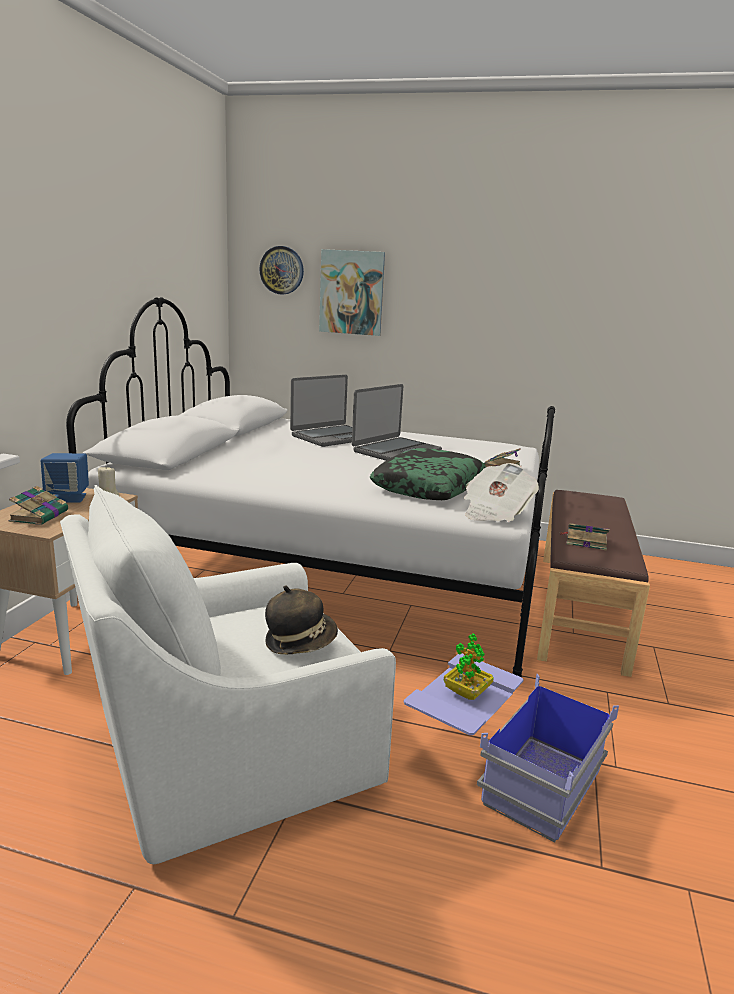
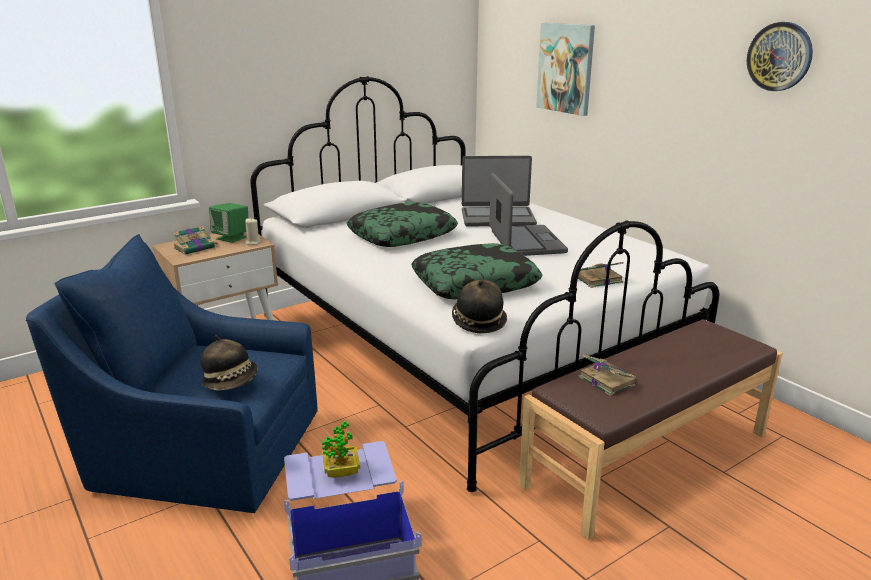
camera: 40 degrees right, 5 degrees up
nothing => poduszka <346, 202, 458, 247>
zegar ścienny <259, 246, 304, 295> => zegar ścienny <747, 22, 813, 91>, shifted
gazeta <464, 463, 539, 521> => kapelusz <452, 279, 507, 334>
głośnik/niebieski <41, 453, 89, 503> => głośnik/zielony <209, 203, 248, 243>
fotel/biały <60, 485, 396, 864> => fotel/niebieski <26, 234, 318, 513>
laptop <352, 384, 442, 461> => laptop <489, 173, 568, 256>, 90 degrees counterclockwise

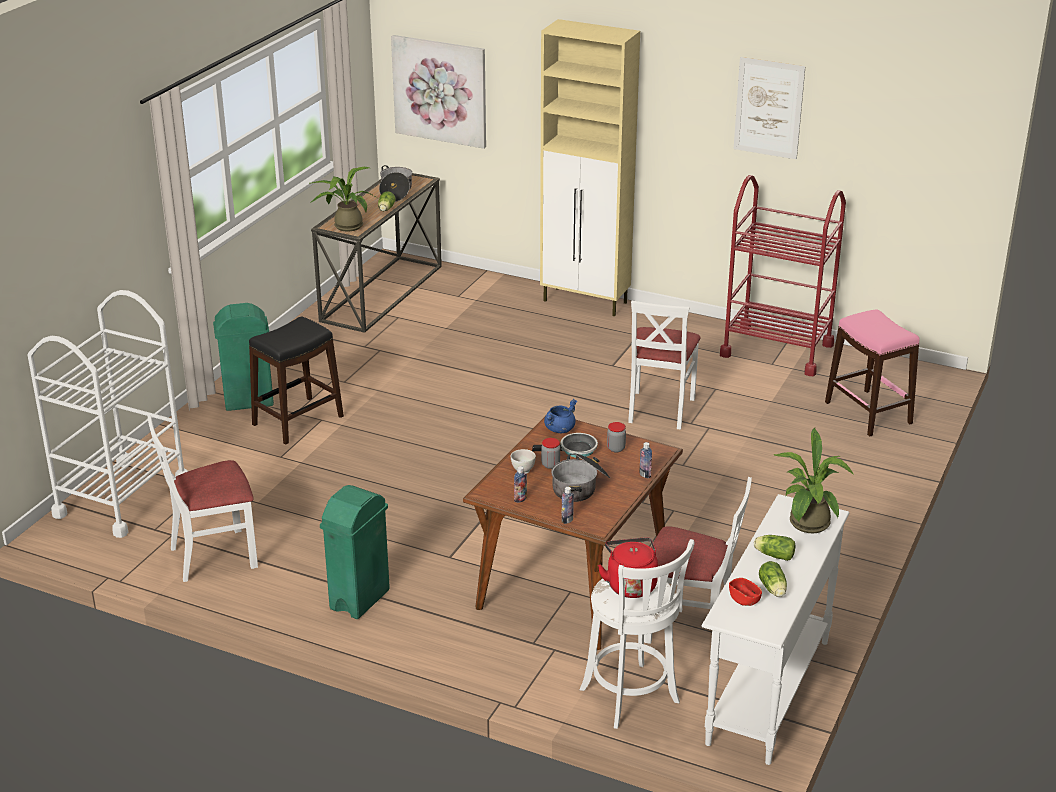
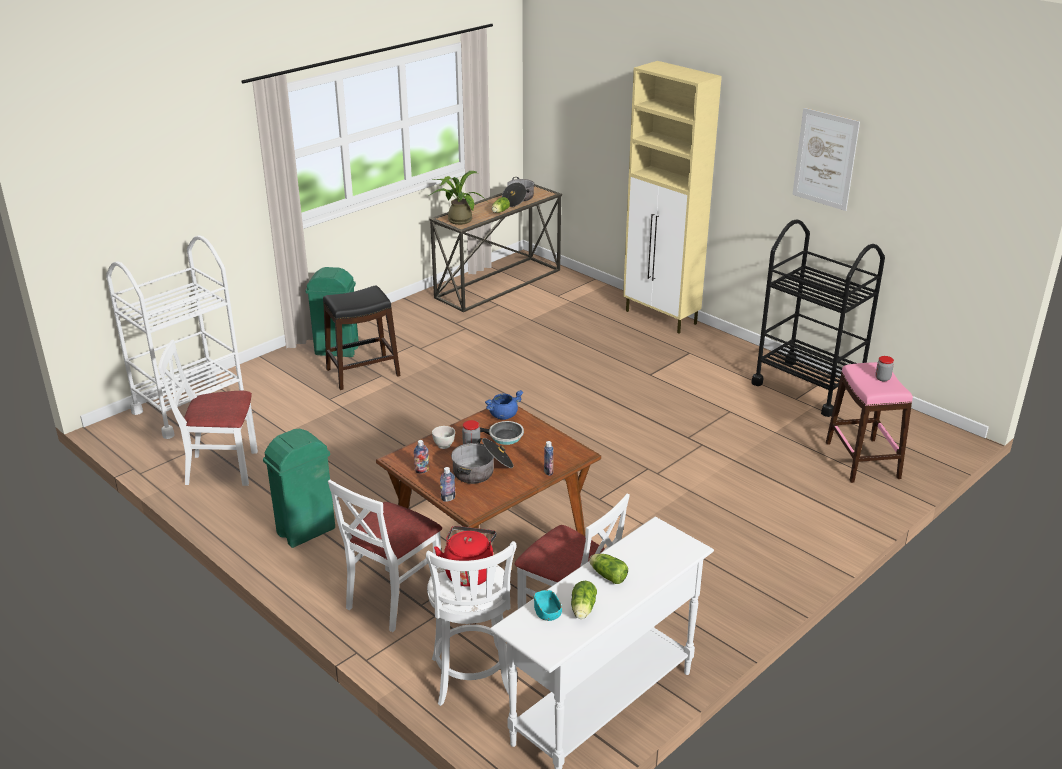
camera: 20 degrees right, 0 degrees up
obraz <391, 35, 486, 149> => nothing
roślina doniczkowa <774, 428, 854, 533> => nothing
słoik <607, 422, 626, 452> => słoik <875, 356, 894, 381>, shifted
krzesło/biały <628, 301, 701, 430> => krzesło/biały <328, 480, 442, 632>, shifted
wózek/czerwony <720, 175, 846, 376> => wózek/czarny <751, 219, 885, 417>
miska/czerwony <729, 578, 762, 606> => miska/turkusowy <534, 590, 562, 621>

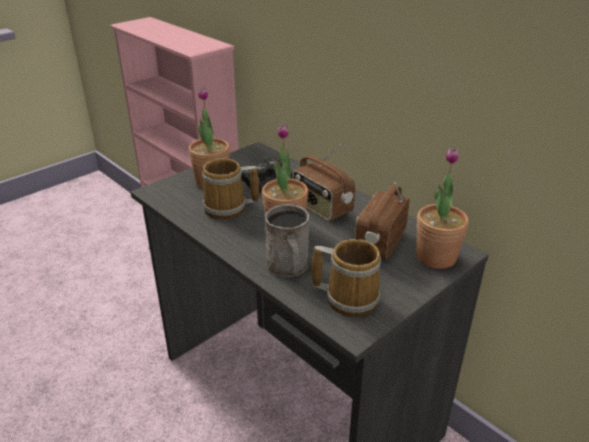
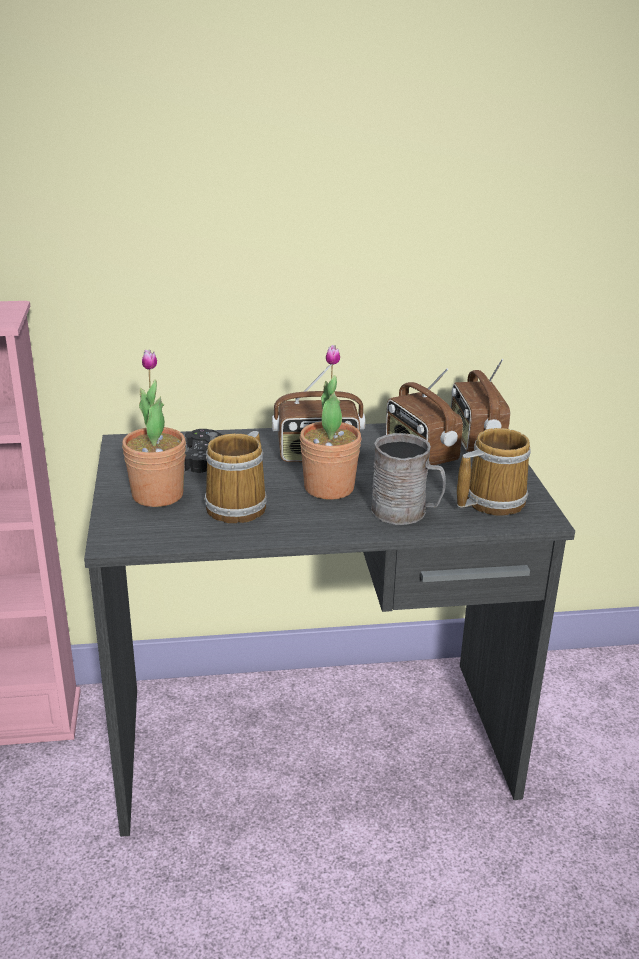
camera: 55 degrees left, 5 degrees down
roślina doniczkowa <416, 148, 469, 269> => radio <451, 359, 510, 452>

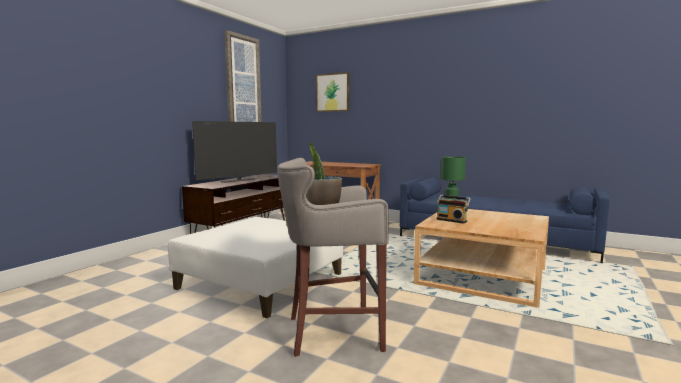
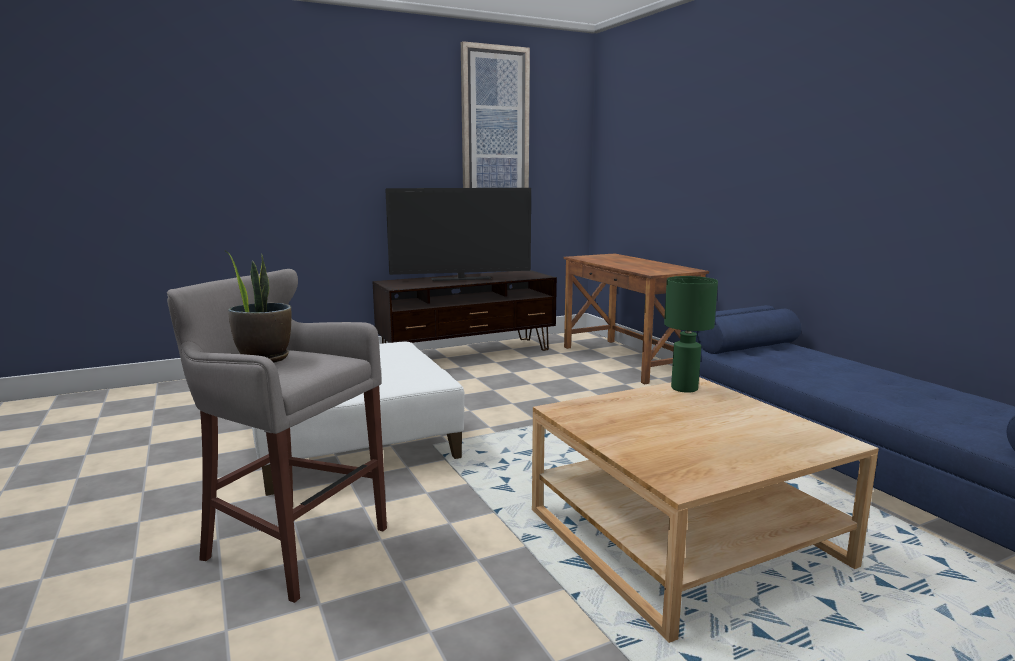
camera: 35 degrees right, 5 degrees up
obraz <316, 72, 349, 112> => nothing
radio <436, 195, 471, 224> => nothing

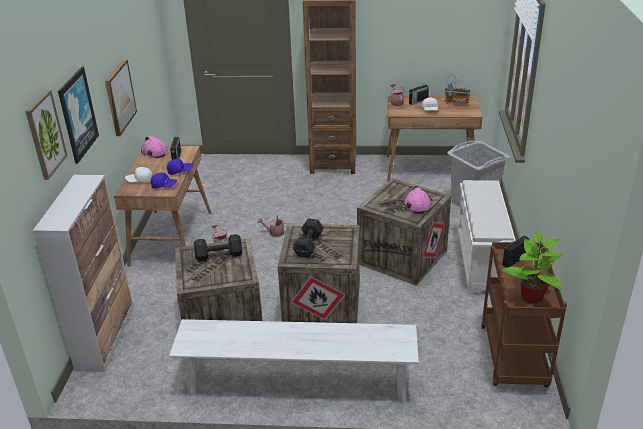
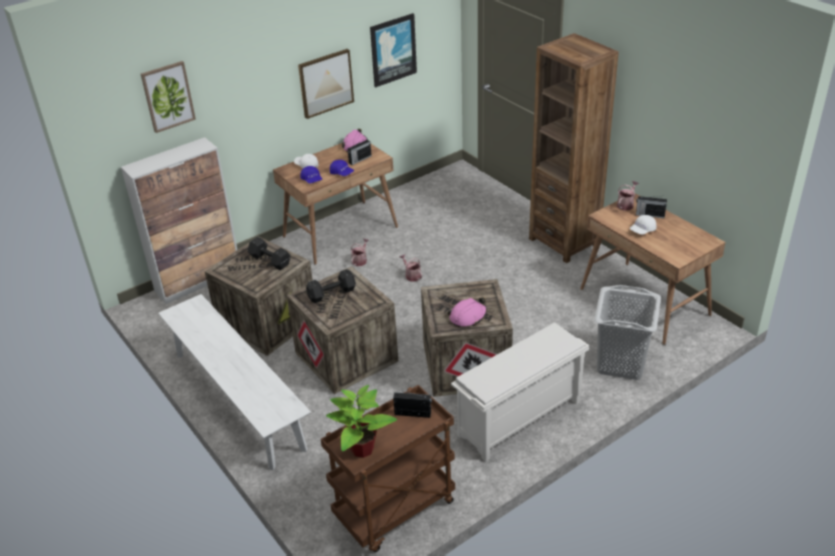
camera: 50 degrees right, 5 degrees up
radio <445, 74, 471, 105> => nothing
obraz <58, 67, 99, 164> => obraz <370, 13, 417, 88>, shifted

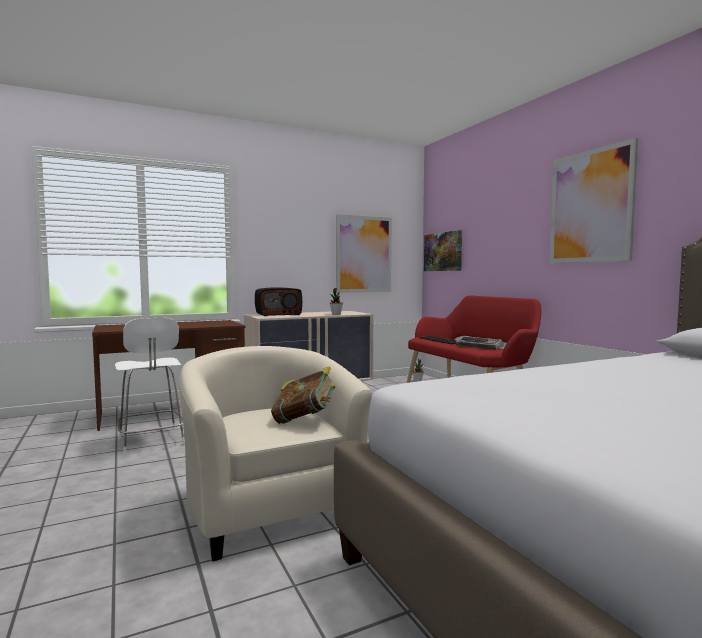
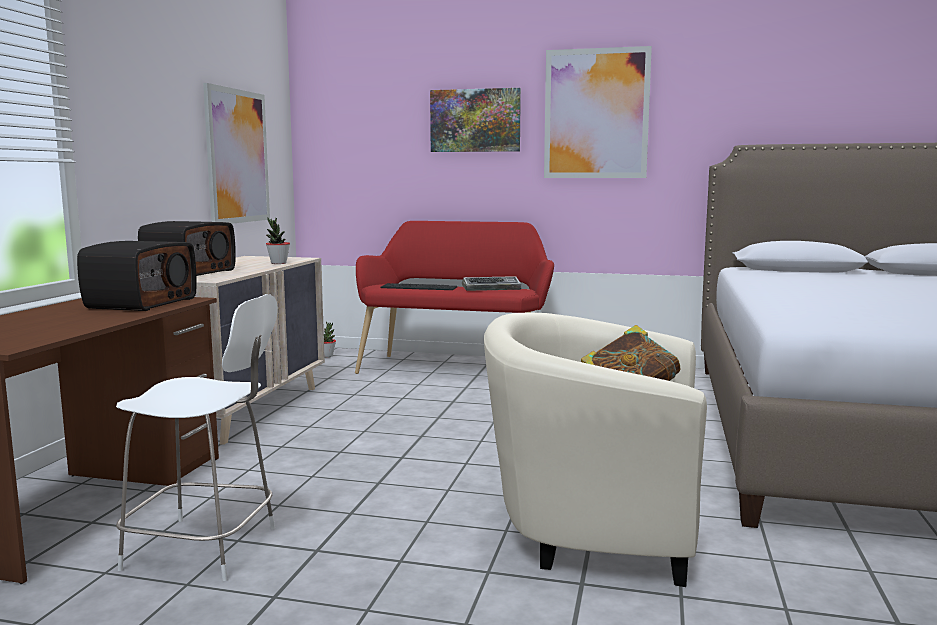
camera: 50 degrees left, 5 degrees up
nothing => radio <77, 241, 197, 311>
obraz <424, 230, 462, 271> => obraz <430, 88, 521, 152>, shifted

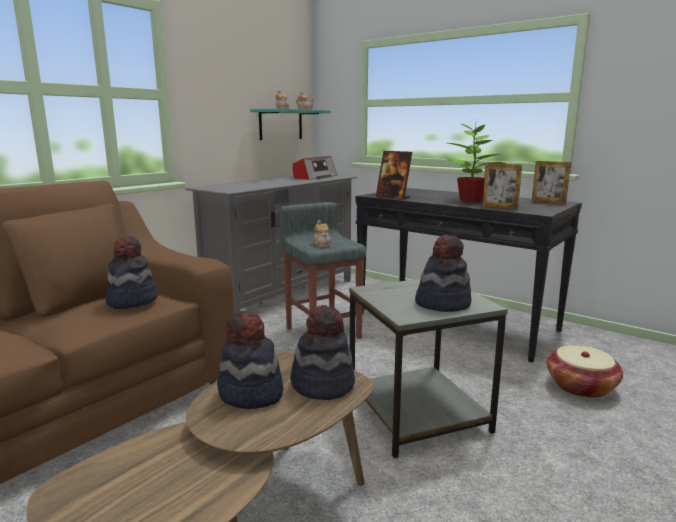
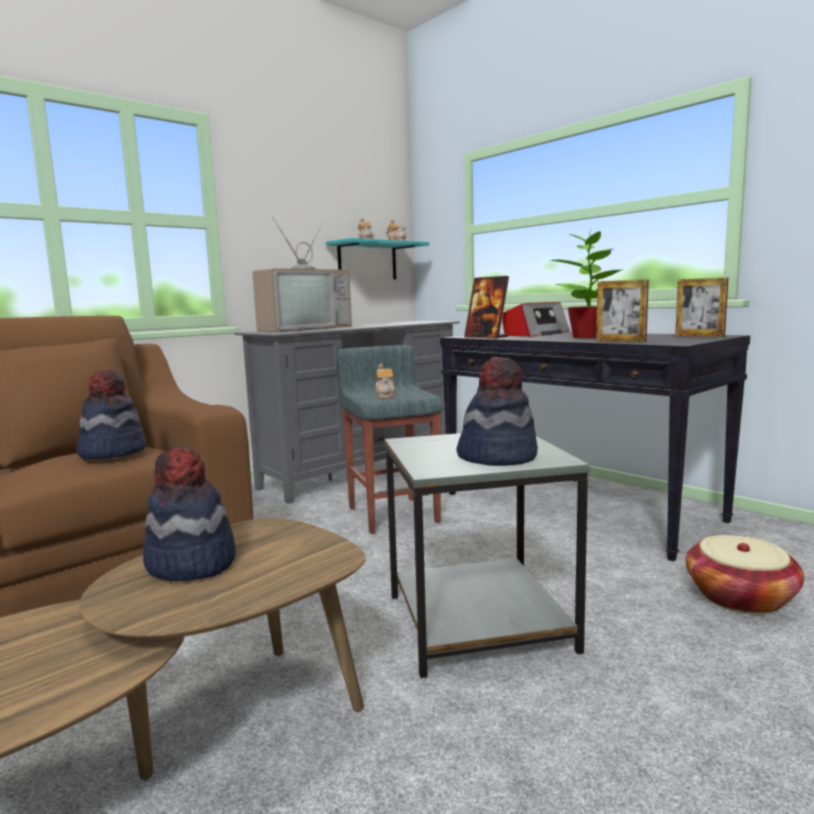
camera: 10 degrees right, 5 degrees down
kapelusz <290, 305, 355, 400> => nothing
nothing => telewizor <252, 217, 352, 332>
radio <293, 156, 337, 180> => radio <503, 302, 570, 337>, shifted

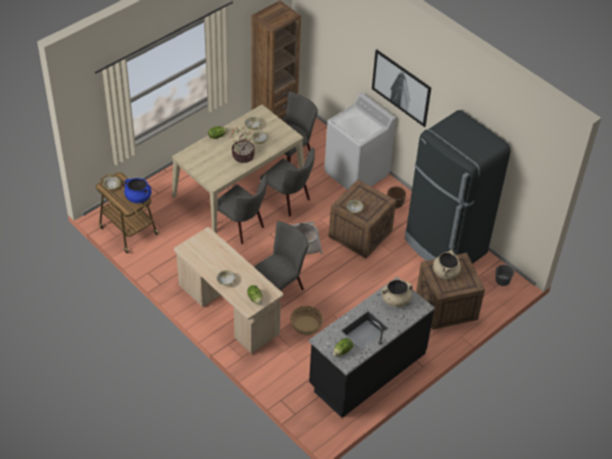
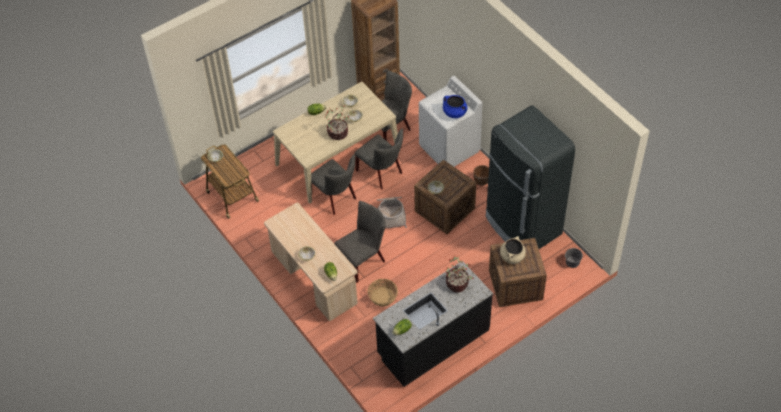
camera: 10 degrees right, 5 degrees up
obraz <372, 49, 431, 127> => nothing
garnek/niebieski <124, 178, 152, 203> => garnek/niebieski <443, 95, 467, 118>, shifted
garnek/beżowy <381, 279, 413, 307> => roślina doniczkowa <445, 256, 474, 293>

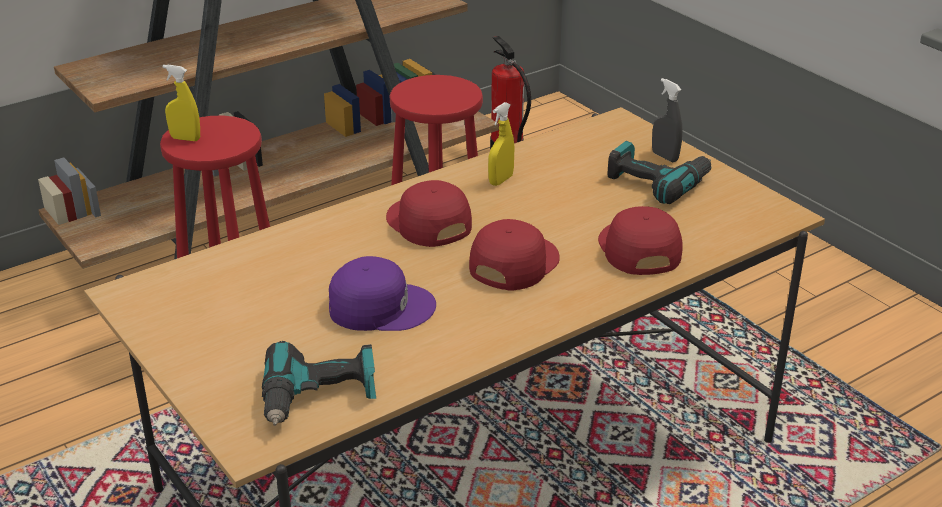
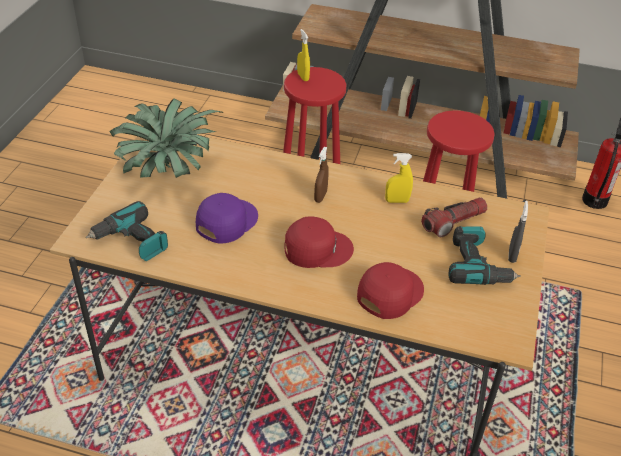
camera: 50 degrees right, 10 degrees up
nothing => roślina doniczkowa <109, 98, 223, 178>
nothing => latarka <421, 198, 487, 237>
czapka z daszkiem/czerwony <386, 180, 472, 247> => spryskiwacz/brązowy <314, 147, 329, 203>
czapka z daszkiem/fioletowy <329, 256, 436, 331> => czapka z daszkiem/fioletowy <196, 193, 258, 244>, 105 degrees counterclockwise

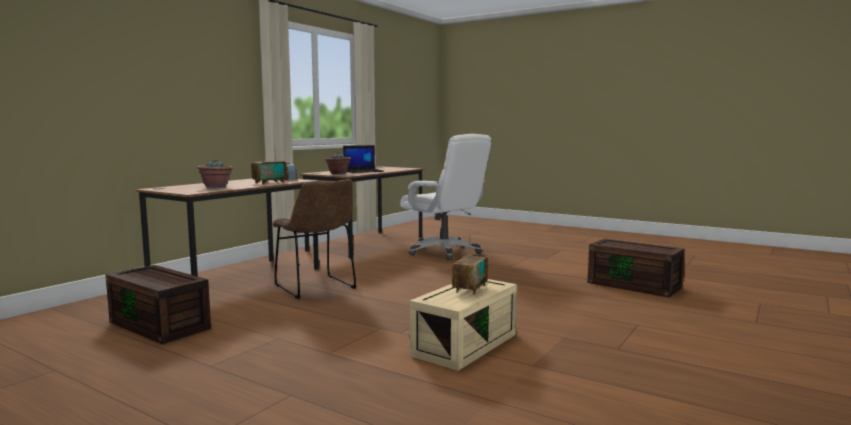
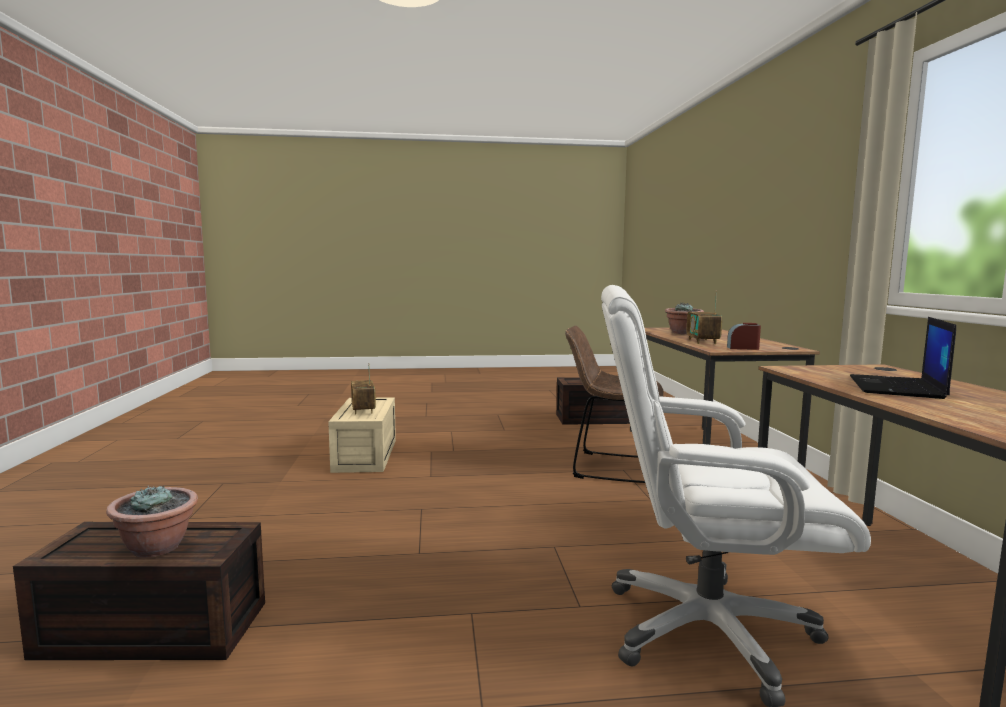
camera: 140 degrees right, 0 degrees up
roślina doniczkowa <325, 152, 351, 175> => roślina doniczkowa <106, 485, 198, 558>, shifted

